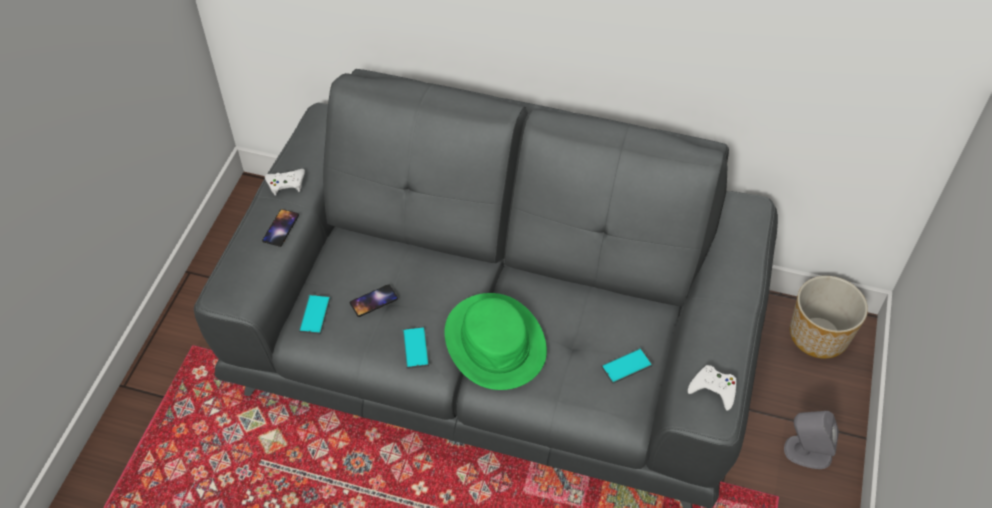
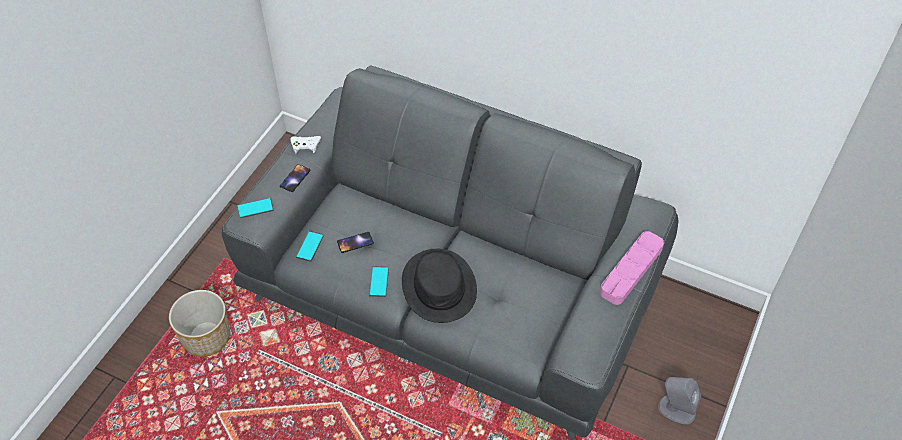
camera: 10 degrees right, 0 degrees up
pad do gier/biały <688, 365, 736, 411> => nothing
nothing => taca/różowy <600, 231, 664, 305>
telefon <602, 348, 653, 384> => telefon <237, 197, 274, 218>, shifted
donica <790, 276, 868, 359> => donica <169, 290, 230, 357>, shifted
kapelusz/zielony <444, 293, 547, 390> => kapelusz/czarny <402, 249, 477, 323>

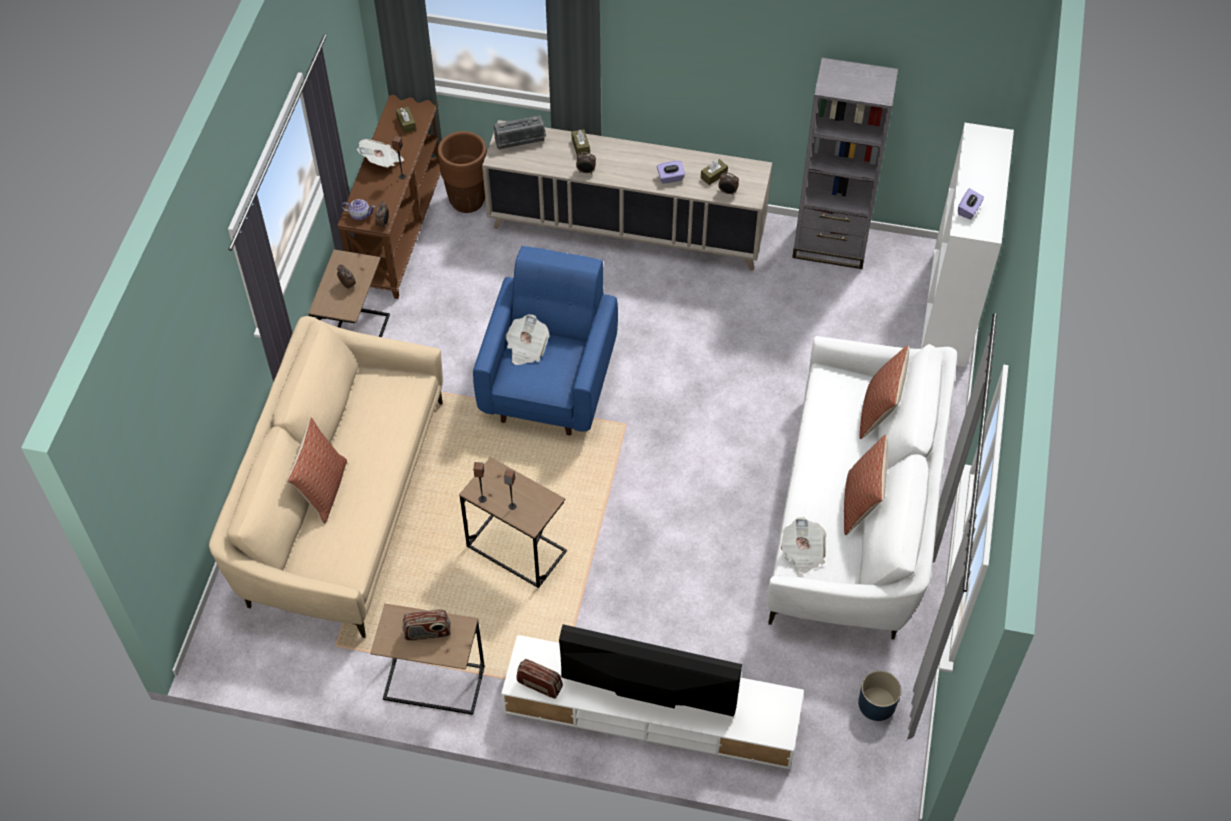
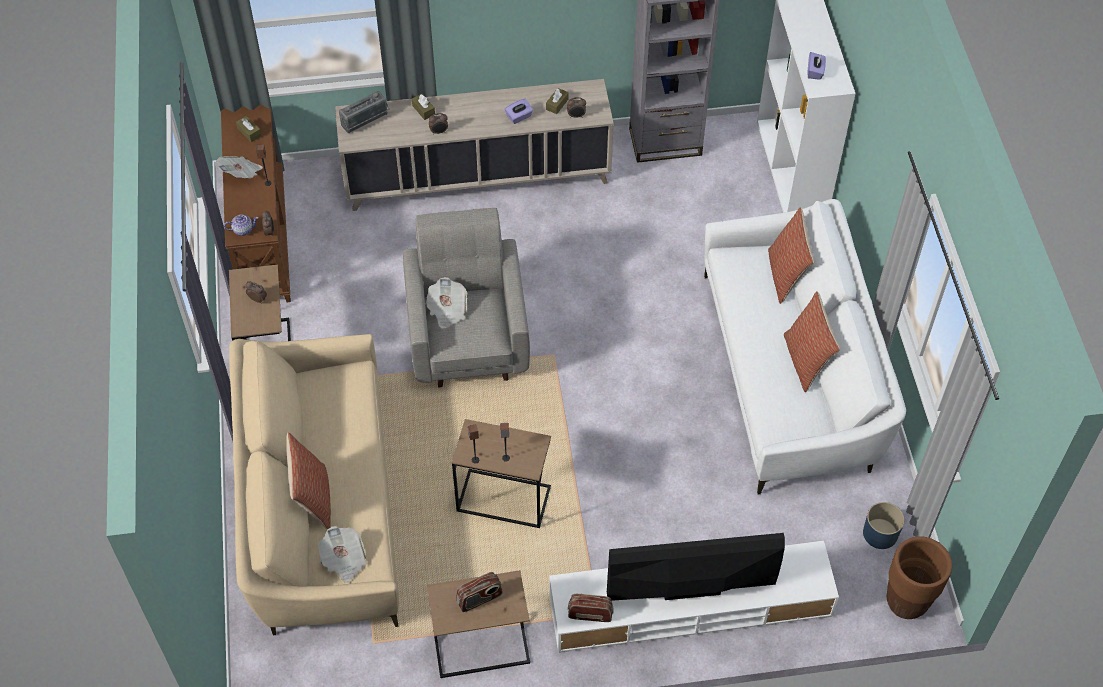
camera: 20 degrees left, 0 degrees up
donica/brązowy <438, 131, 487, 213> => donica/brązowy <887, 536, 952, 619>, shifted
gazeta <781, 517, 826, 575> => gazeta <318, 526, 367, 583>, shifted
fotel/niebieski <473, 246, 618, 436> => fotel/szary <403, 208, 530, 388>

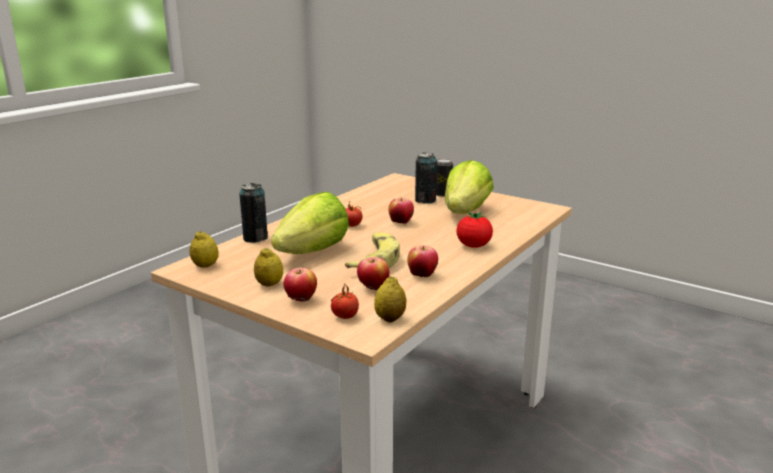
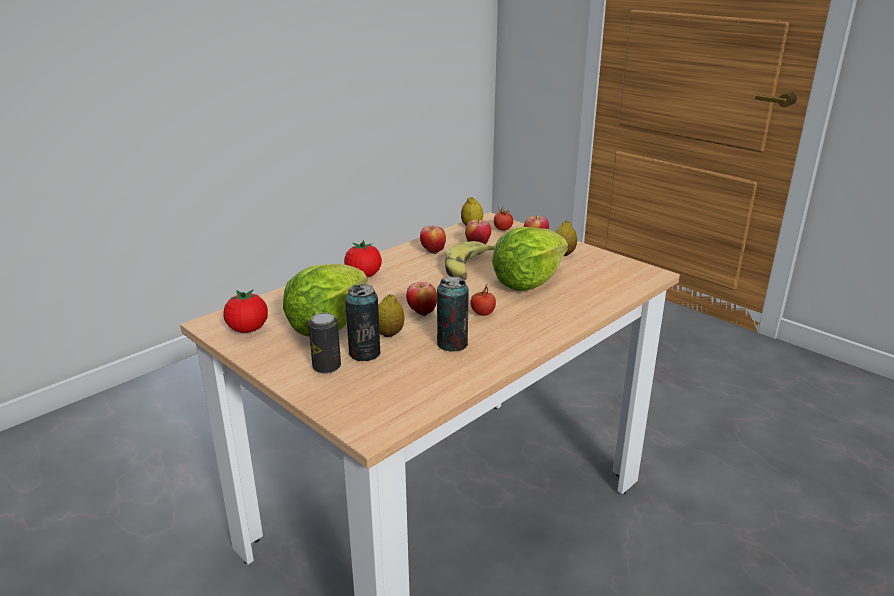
camera: 170 degrees left, 5 degrees up
nothing => pomidor <223, 289, 268, 333>
cytryna <190, 231, 219, 268> => cytryna <378, 294, 404, 337>, shifted
puszka <239, 183, 268, 243> => puszka <437, 276, 469, 352>, shifted

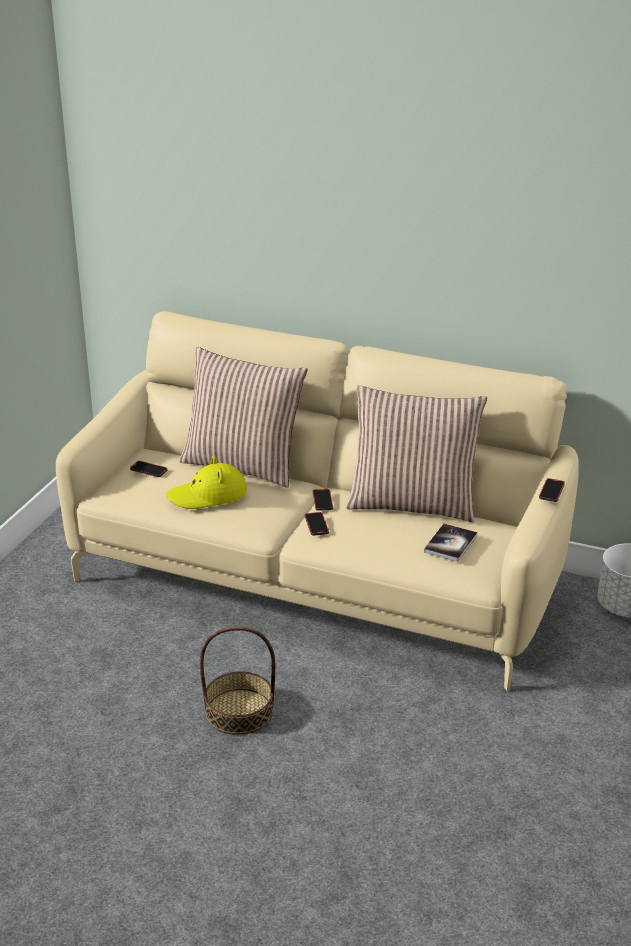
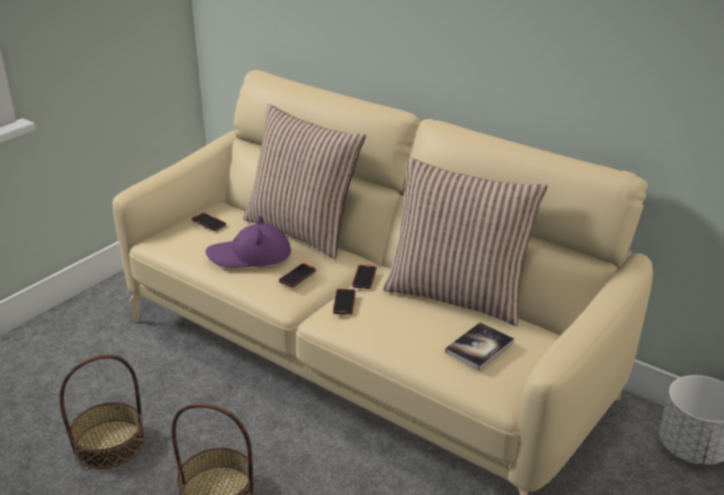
camera: 15 degrees right, 0 degrees up
nothing => koszyk <60, 355, 145, 469>
telefon <539, 478, 565, 502> => telefon <279, 263, 316, 287>, shifted
kapelusz/żółty <166, 456, 247, 509> => kapelusz/fioletowy <206, 215, 291, 268>

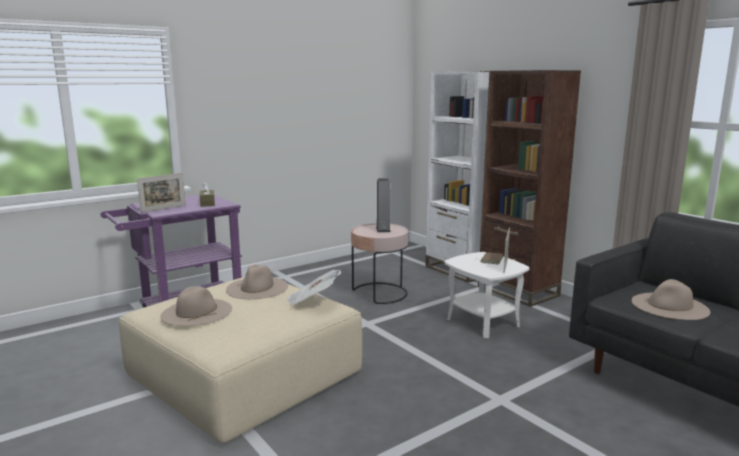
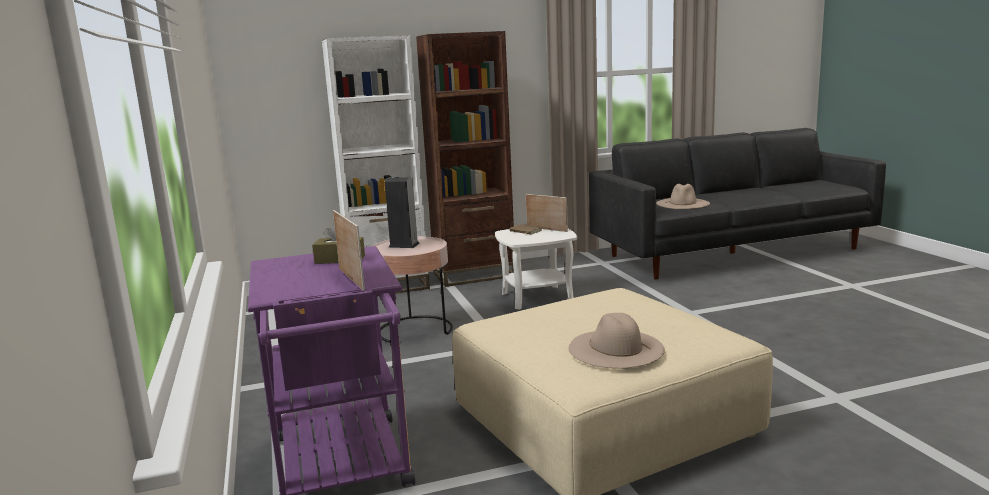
camera: 70 degrees left, 0 degrees up
kapelusz/beżowy <226, 264, 288, 299> => nothing
gazeta <287, 269, 341, 306> => nothing

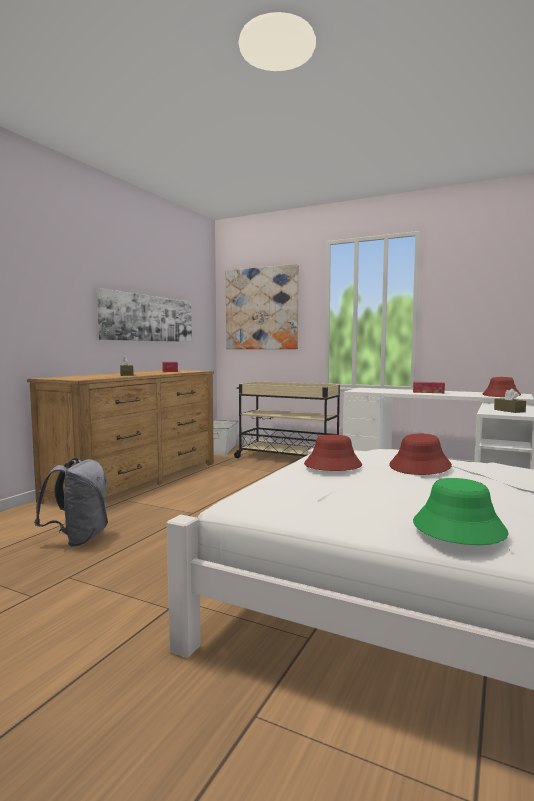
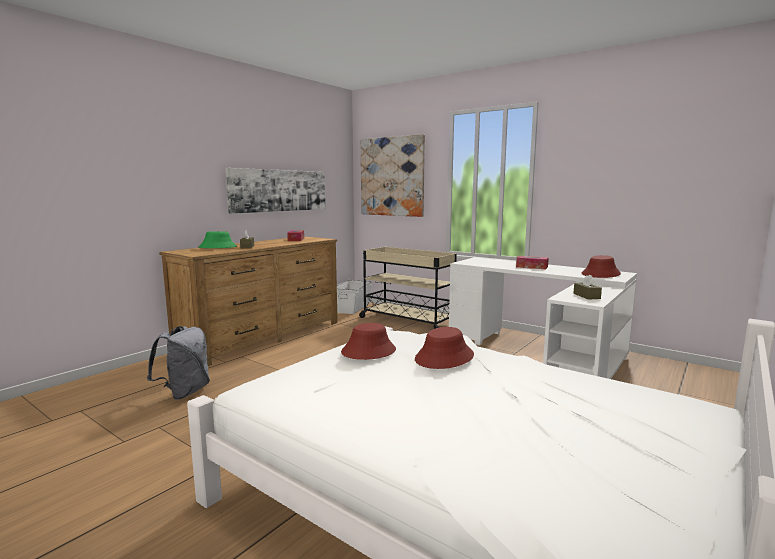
camera: 10 degrees right, 5 degrees up
kapelusz/zielony <413, 478, 508, 545> => kapelusz/zielony <199, 231, 237, 248>, shifted

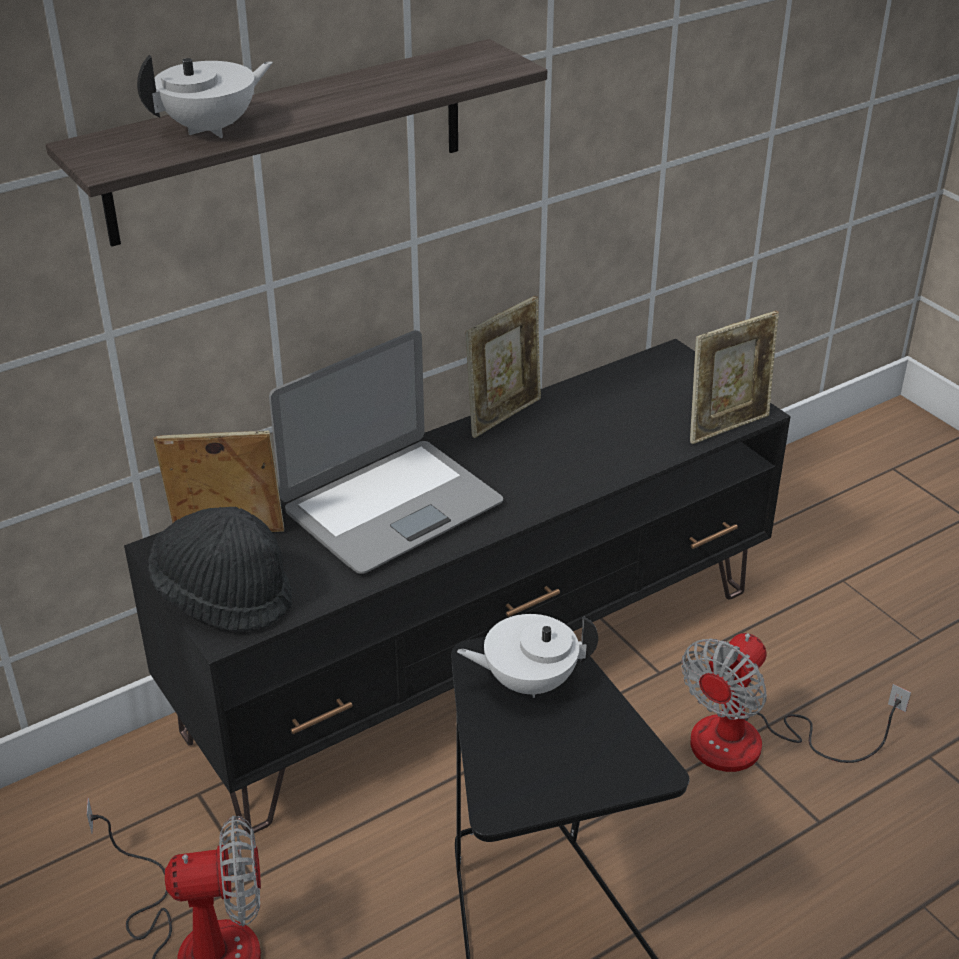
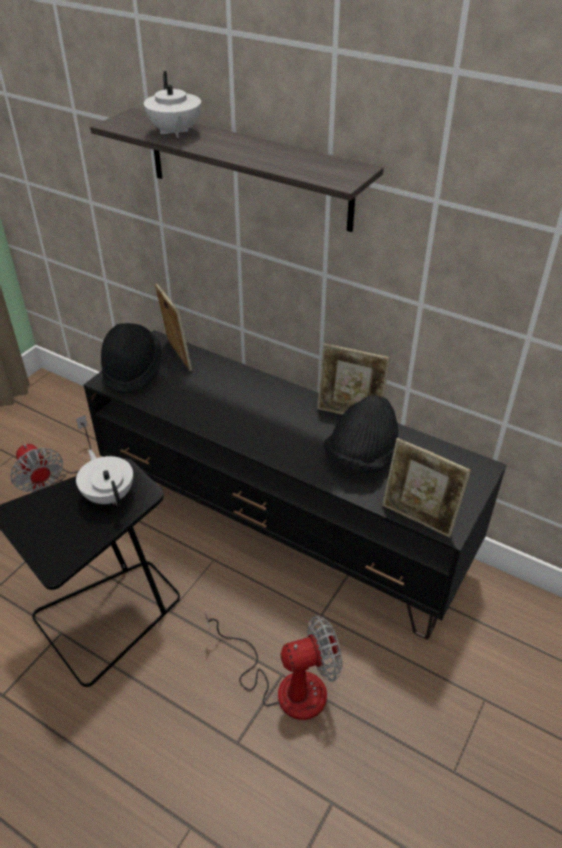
camera: 65 degrees right, 5 degrees up
laptop <269, 330, 503, 574> => nothing
nothing => kapelusz/czarny <324, 395, 398, 473>
imbryk/biały <137, 55, 273, 138> => imbryk/biały <144, 71, 201, 138>, 45 degrees clockwise
wentylator <681, 633, 911, 772> => wentylator <205, 609, 342, 720>, 150 degrees clockwise

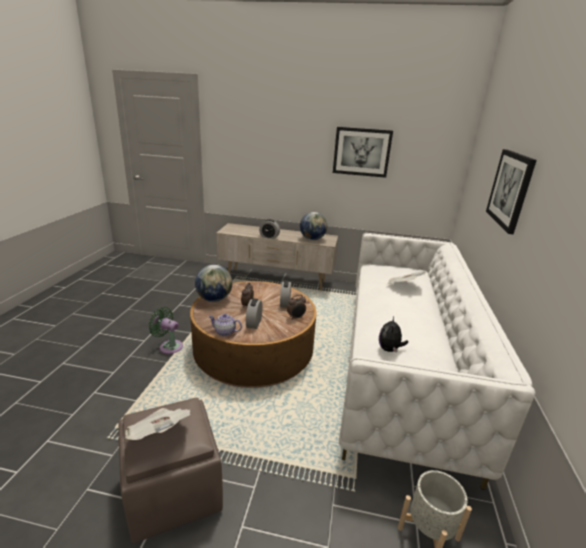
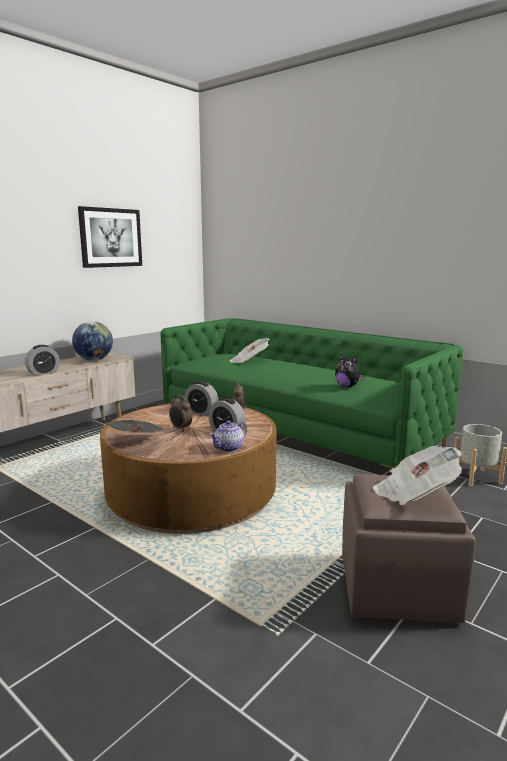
camera: 60 degrees left, 10 degrees down
wentylator/zielony <148, 307, 183, 354> => nothing
obraz <486, 149, 537, 234> => nothing
globus <195, 265, 232, 302> => gazeta <103, 420, 163, 433>
kanapa/biały <339, 233, 536, 490> => kanapa/zielony <160, 318, 463, 468>

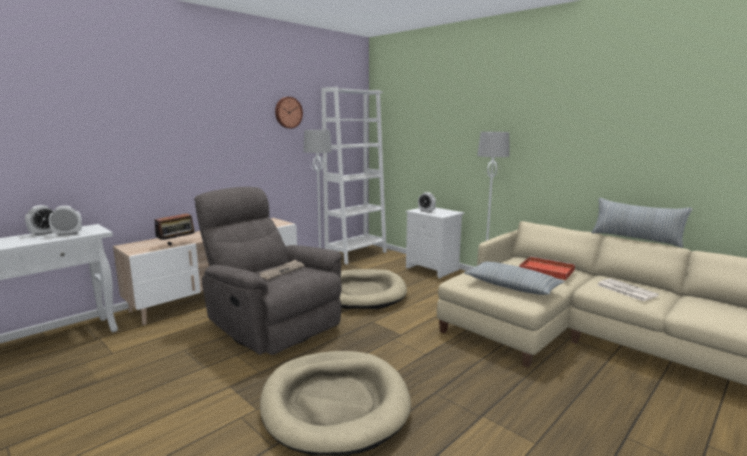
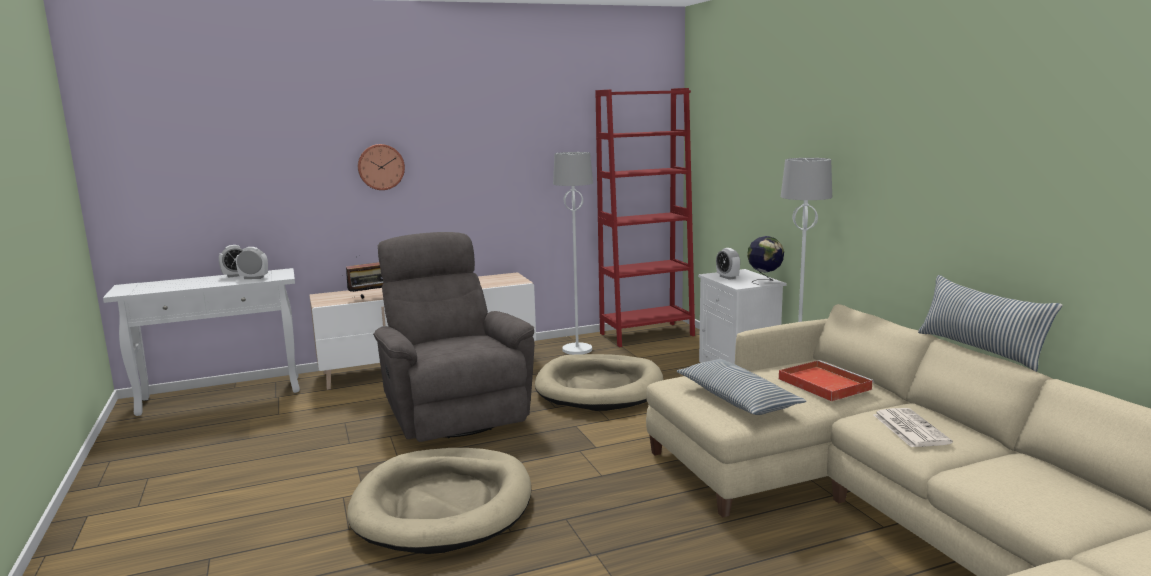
camera: 25 degrees right, 0 degrees up
gazeta <259, 260, 304, 279> => nothing
nothing => globus <747, 236, 784, 285>
zegar ścienny <275, 97, 303, 128> => zegar ścienny <358, 144, 405, 190>, shifted
regał/biały <321, 87, 387, 264> => regał/czerwony <596, 88, 695, 347>

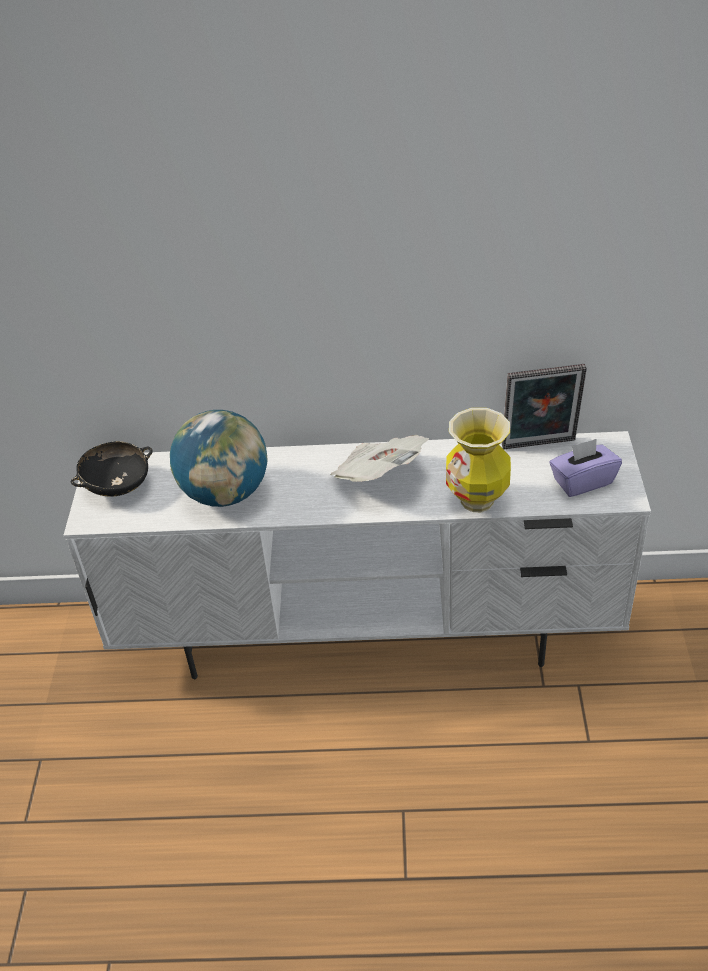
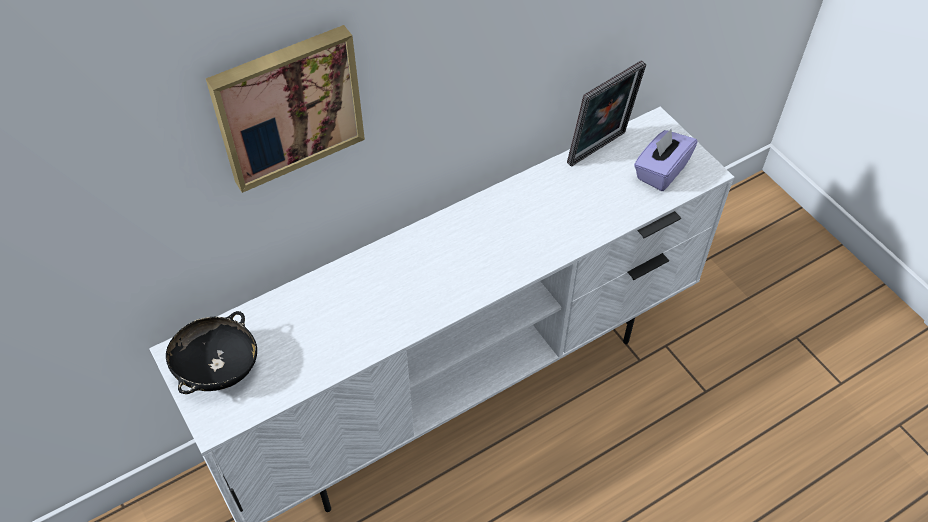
camera: 35 degrees left, 10 degrees up
globus <170, 410, 268, 507> => nothing
gazeta <330, 435, 429, 482> => nothing
wazon <446, 408, 511, 512> => nothing
nothing => obraz <206, 25, 365, 193>

